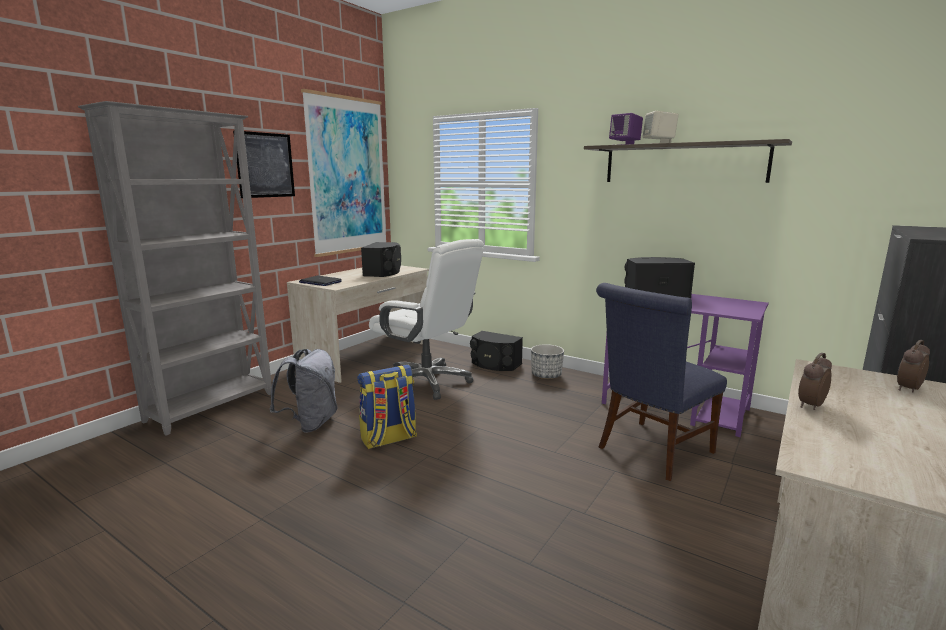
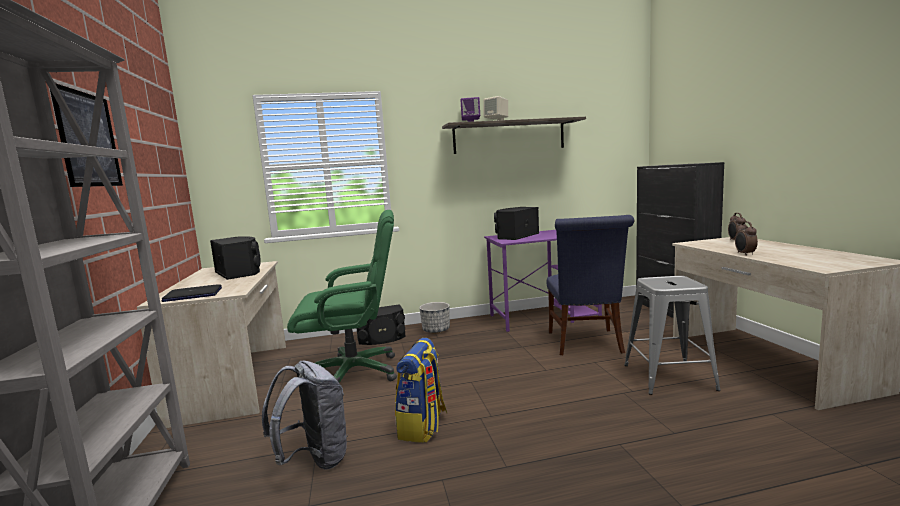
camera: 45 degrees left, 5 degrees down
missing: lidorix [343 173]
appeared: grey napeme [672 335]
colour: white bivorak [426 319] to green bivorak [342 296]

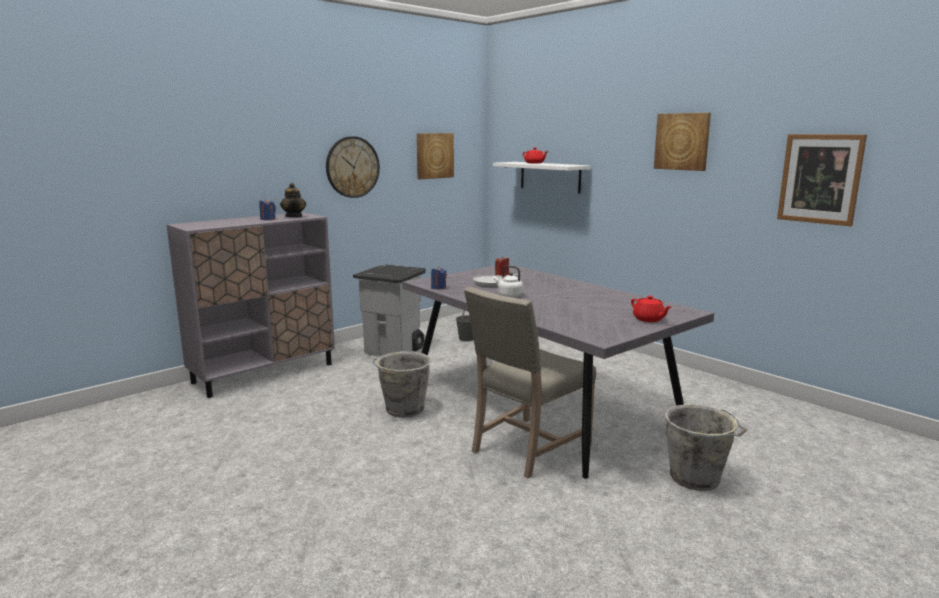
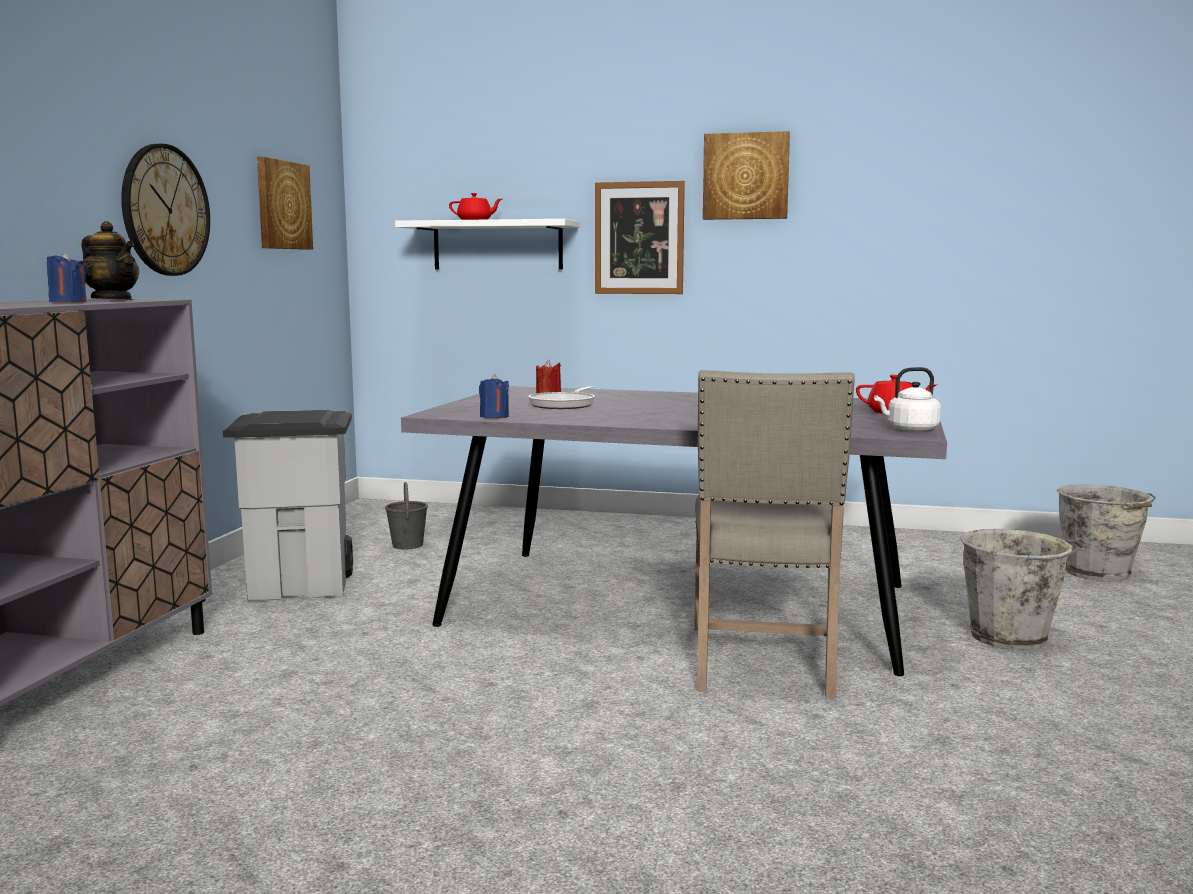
camera: 35 degrees left, 5 degrees down
relocated: lidorix [822 180] to [640 237]; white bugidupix [508 281] to [907 399]; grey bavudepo [402 384] to [1106 533]

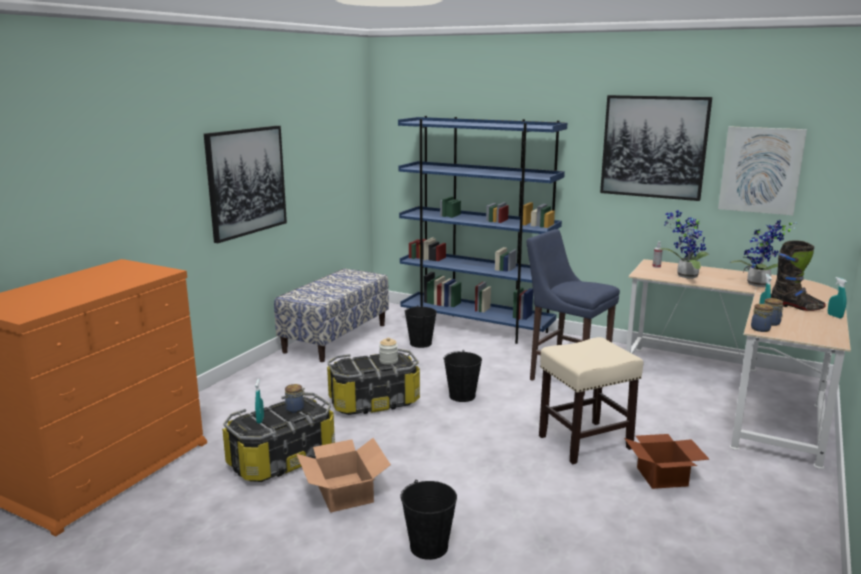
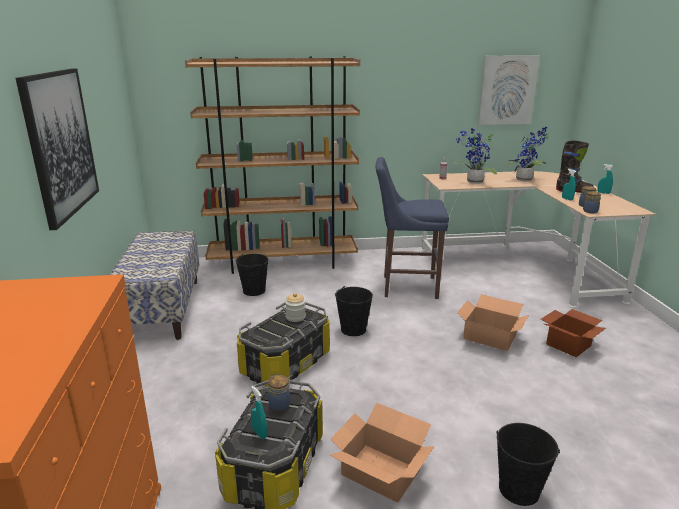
camera: 35 degrees left, 5 degrees up
missing: lidorix [656 148]
exchanged: beige napeme [591 400] to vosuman [493 322]
colour: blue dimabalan [482 230] to brown dimabalan [272 165]

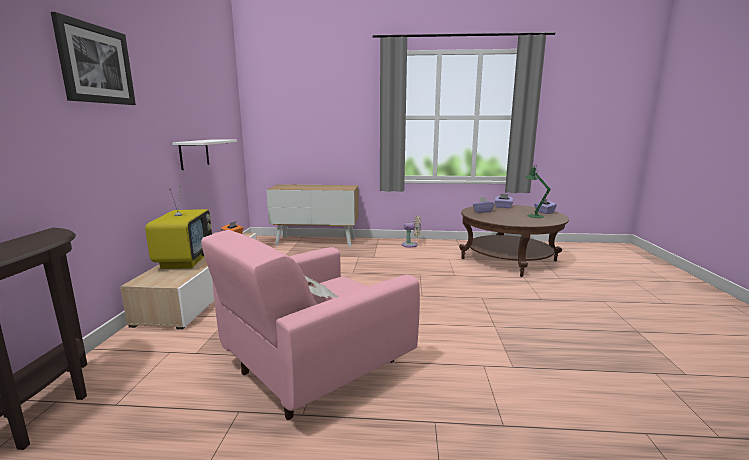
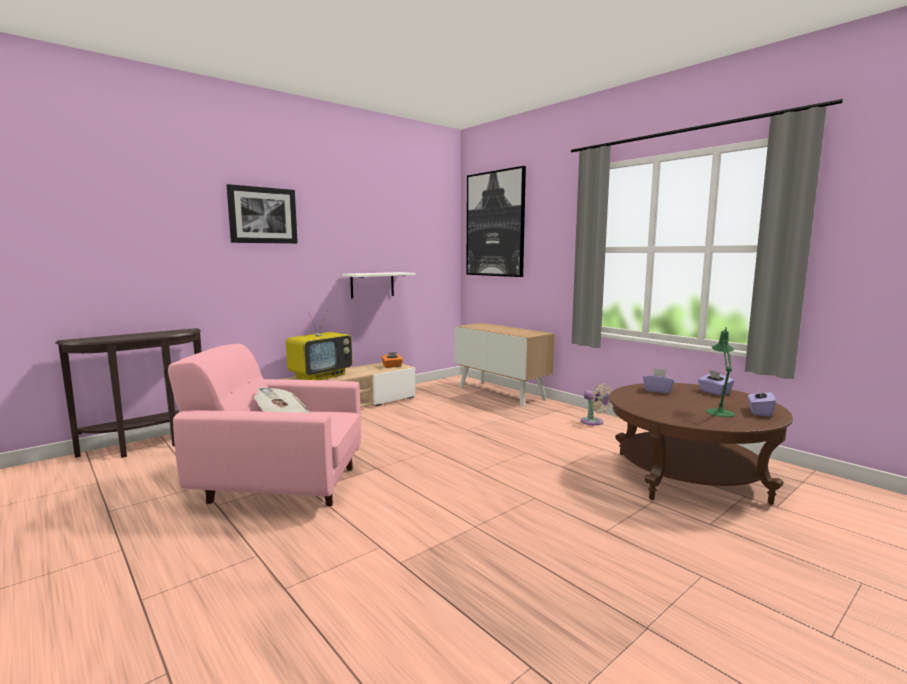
camera: 45 degrees right, 5 degrees down
appeared: lidorix [496 221]

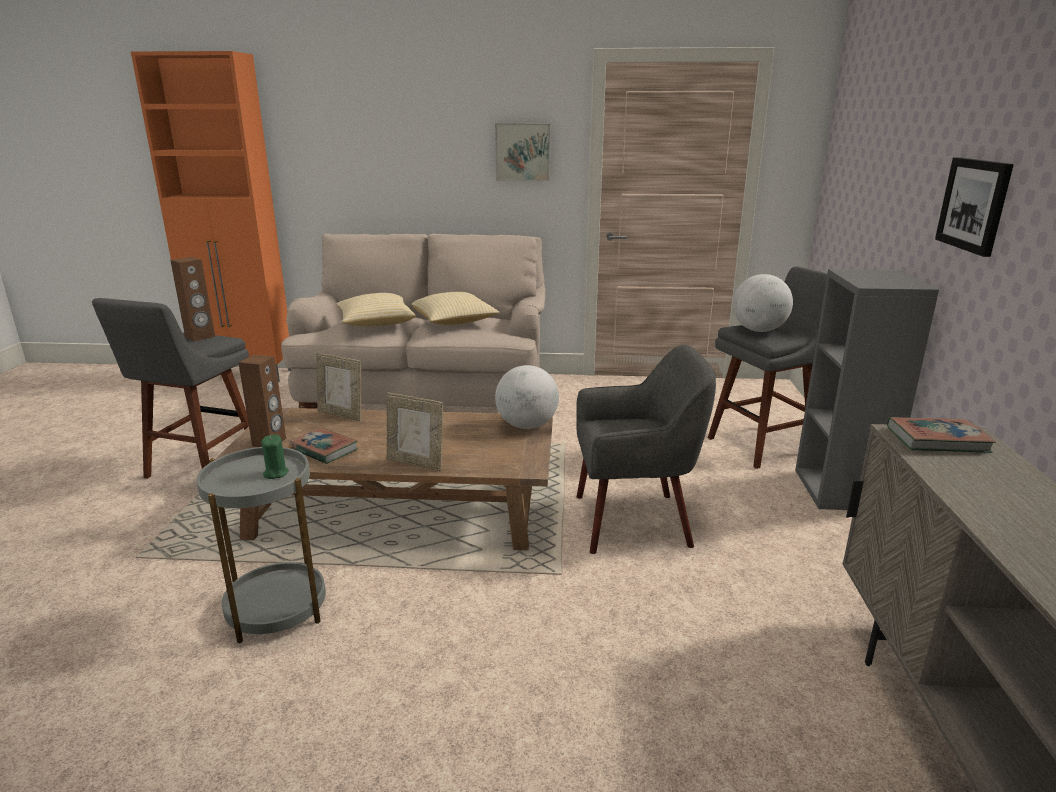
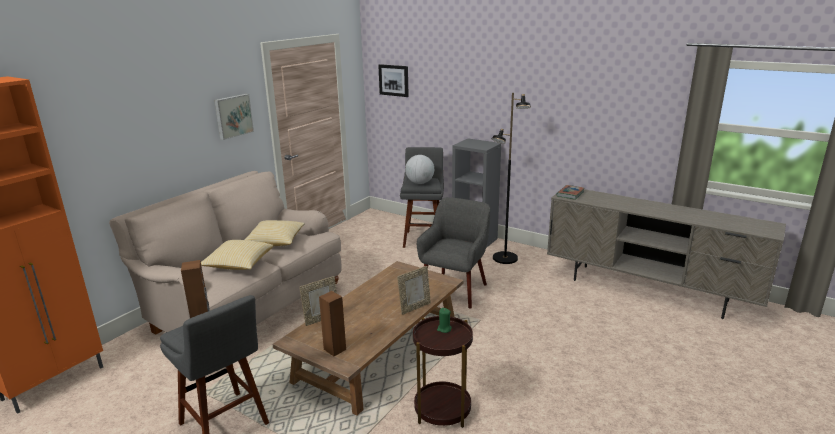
camera: 60 degrees left, 0 degrees up
missing: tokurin [527 397]; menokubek [323 446]
appeared: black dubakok [511 178]
relocated: lidorix [974 207] to [393 80]
colour: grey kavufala [261 544] to brown kavufala [443 372]

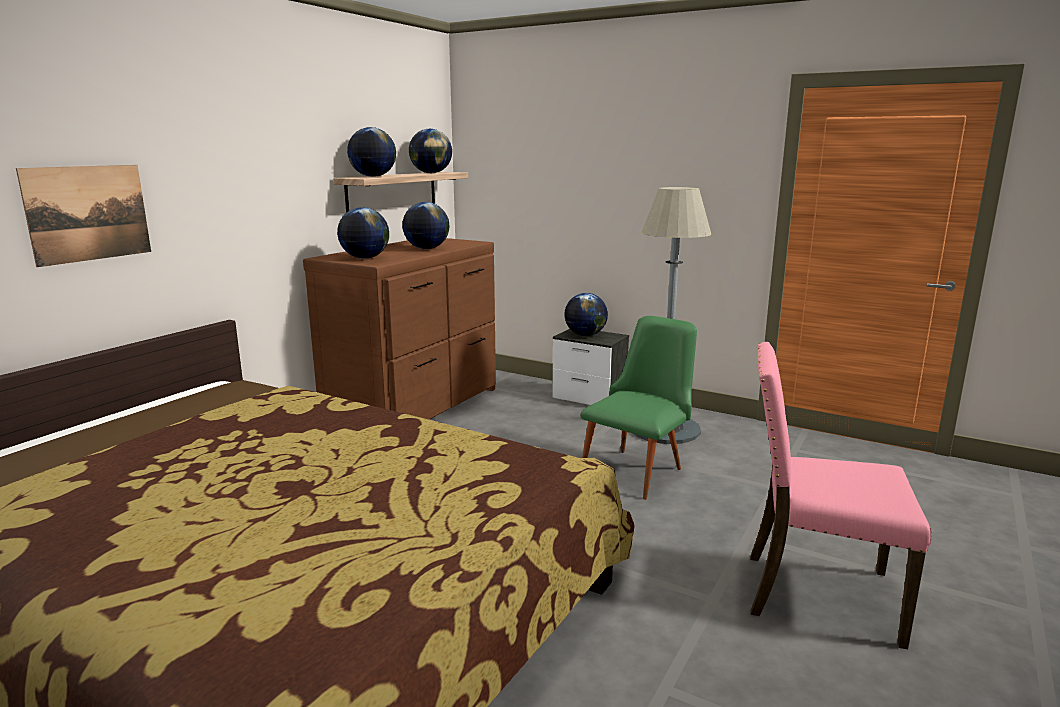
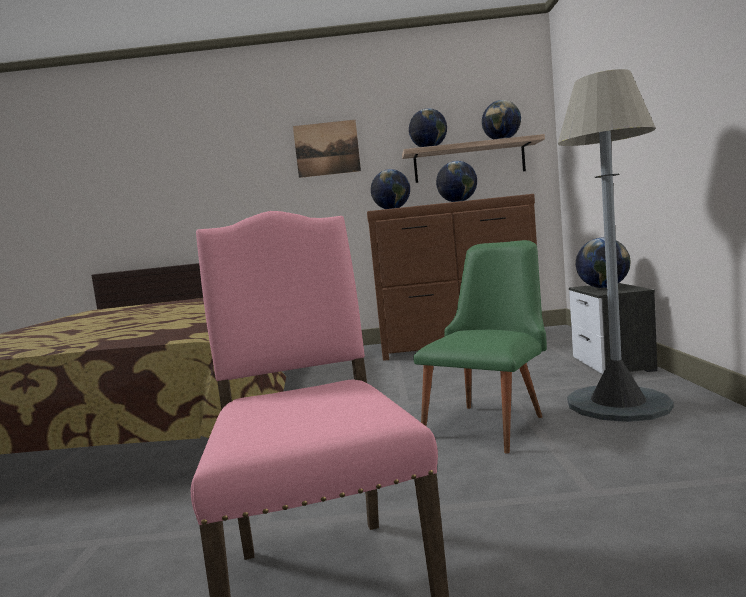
camera: 60 degrees right, 10 degrees down
relocated: lidorix [83 216] to [327 149]
spun: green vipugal [639 408] = [480 347] 60 degrees counterclockwise

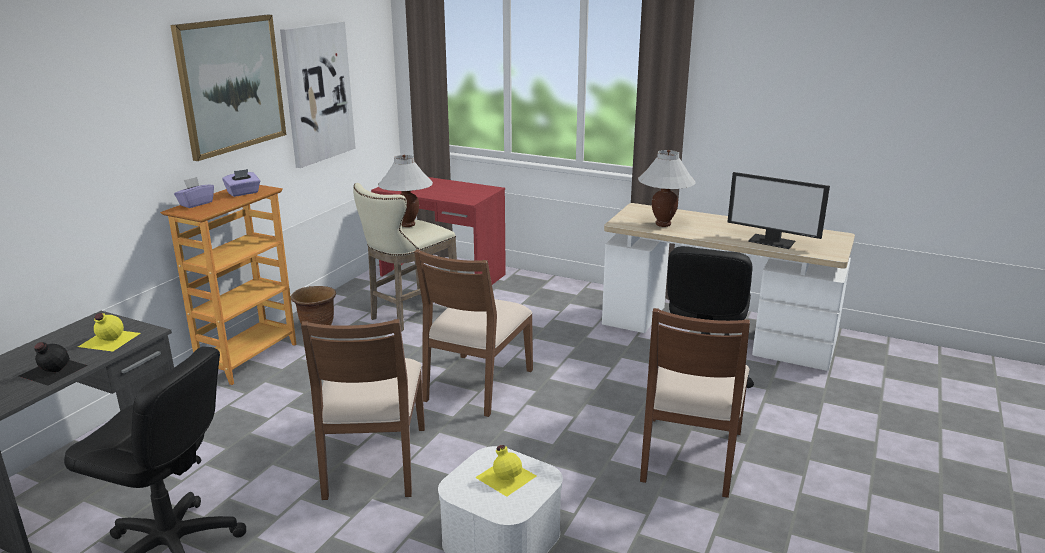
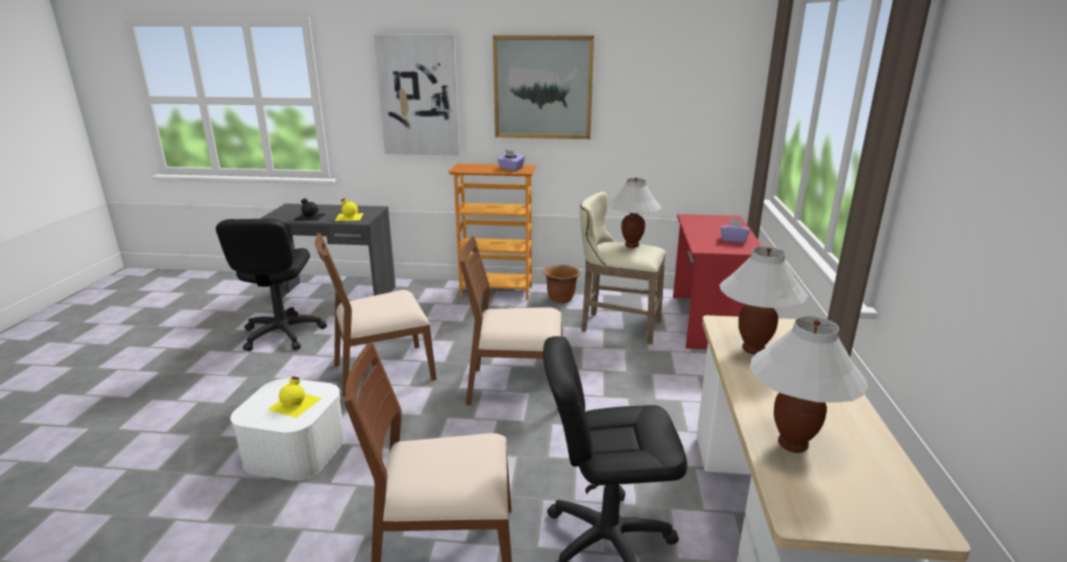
camera: 70 degrees right, 0 degrees up
relocated: lidorix [318 94] to [417 95]; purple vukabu [194 192] to [735 230]
exchanged: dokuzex [778 210] to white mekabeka [809 384]

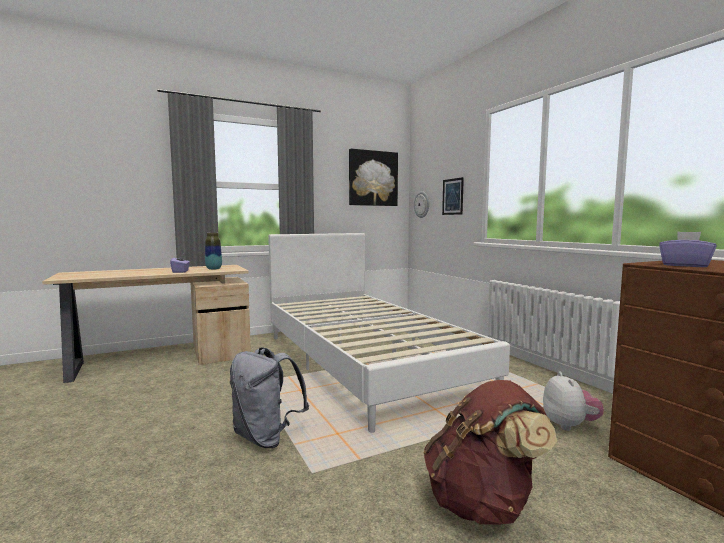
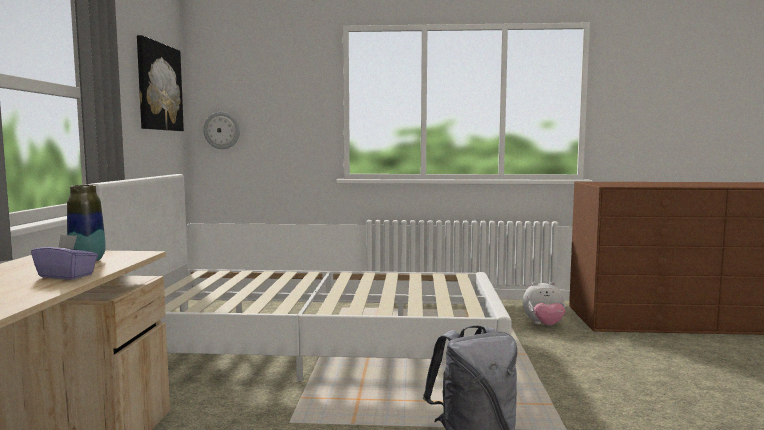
camera: 60 degrees left, 0 degrees up
missing: lidorix [453 196]; purple vukabu [687 249]; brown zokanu [490 452]
spun: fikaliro [573 401] = [543 303] 150 degrees clockwise

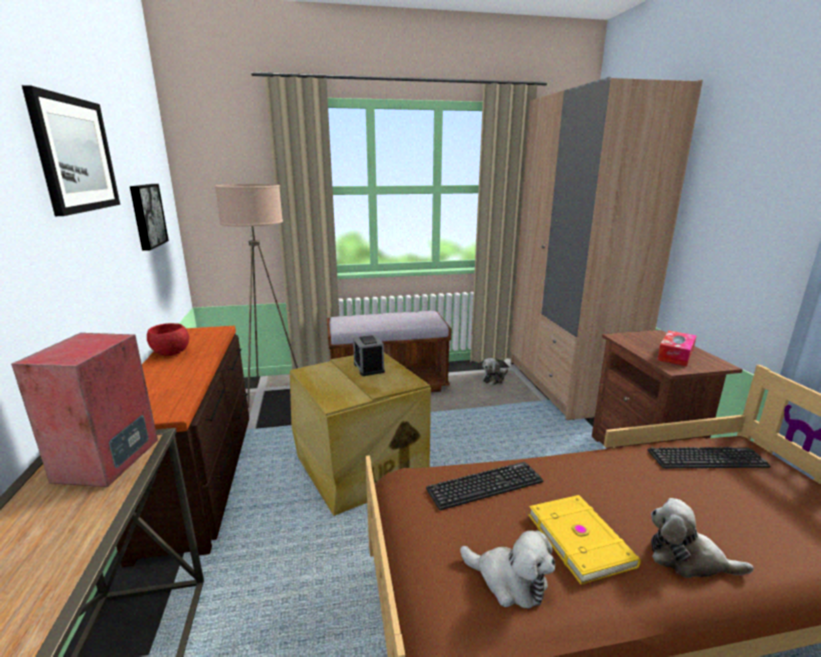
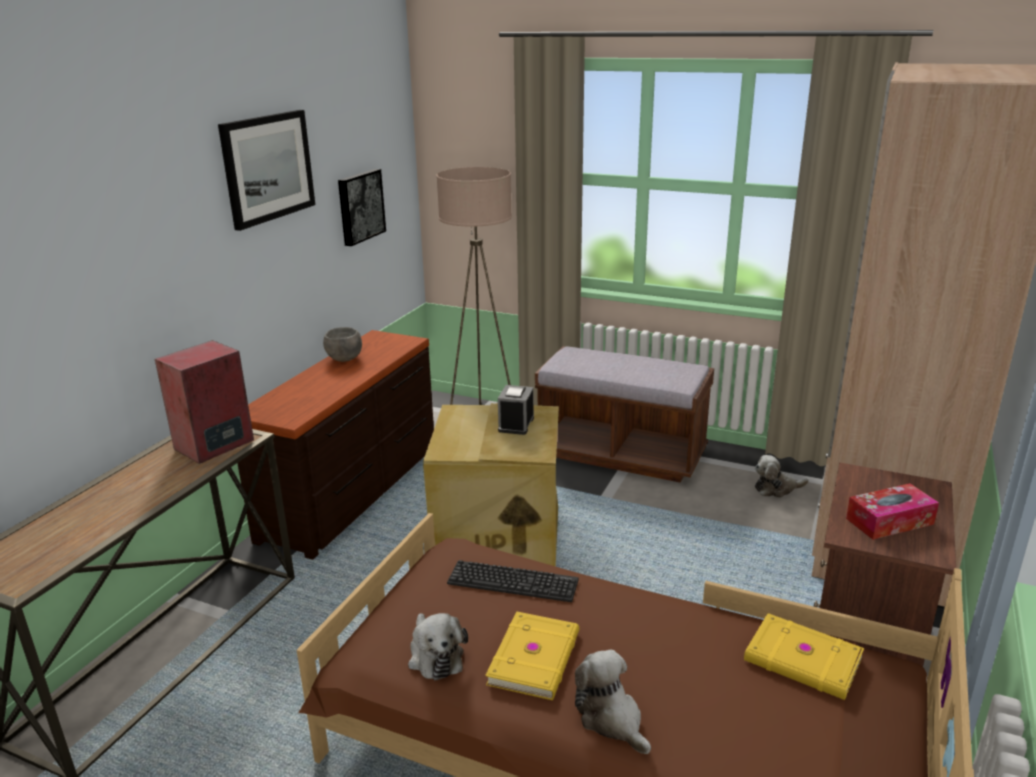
camera: 35 degrees right, 5 degrees up
exchanged: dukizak [708 457] to yellow menokubek [804 656]
colour: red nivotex [168 339] to grey nivotex [342 344]

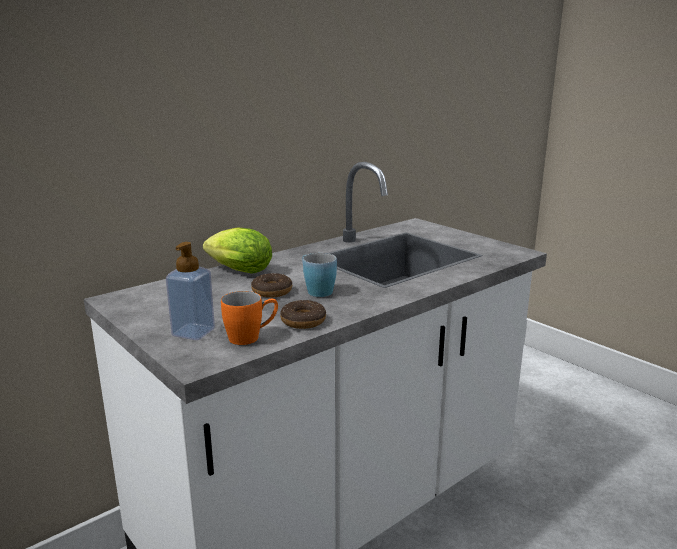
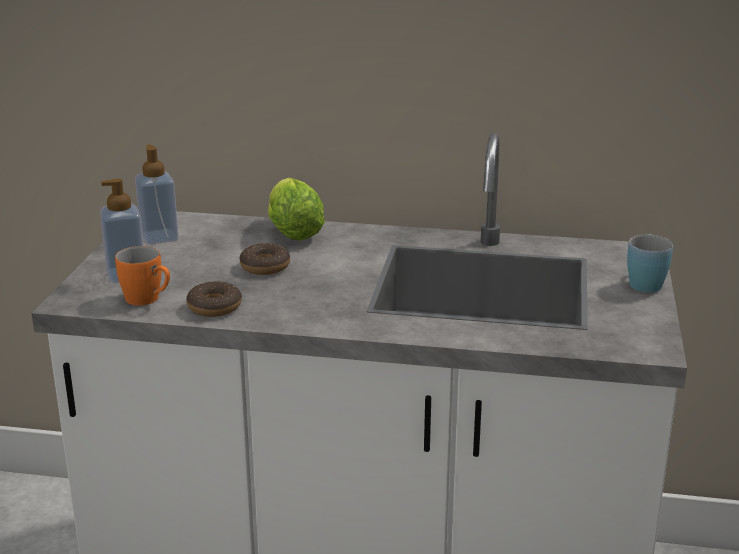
camera: 50 degrees right, 5 degrees up
appeared: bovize [157 194]
relocated: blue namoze [319 275] to [650 263]

